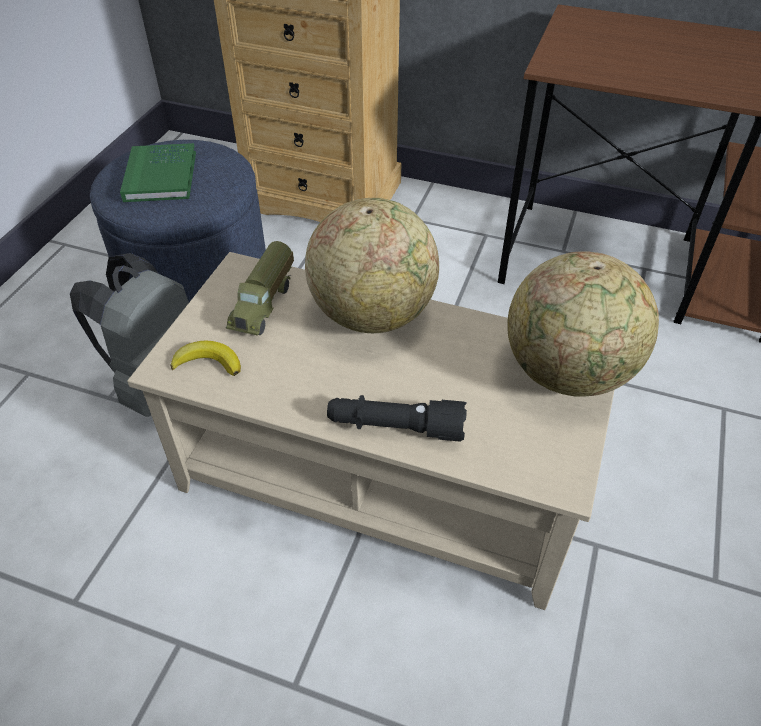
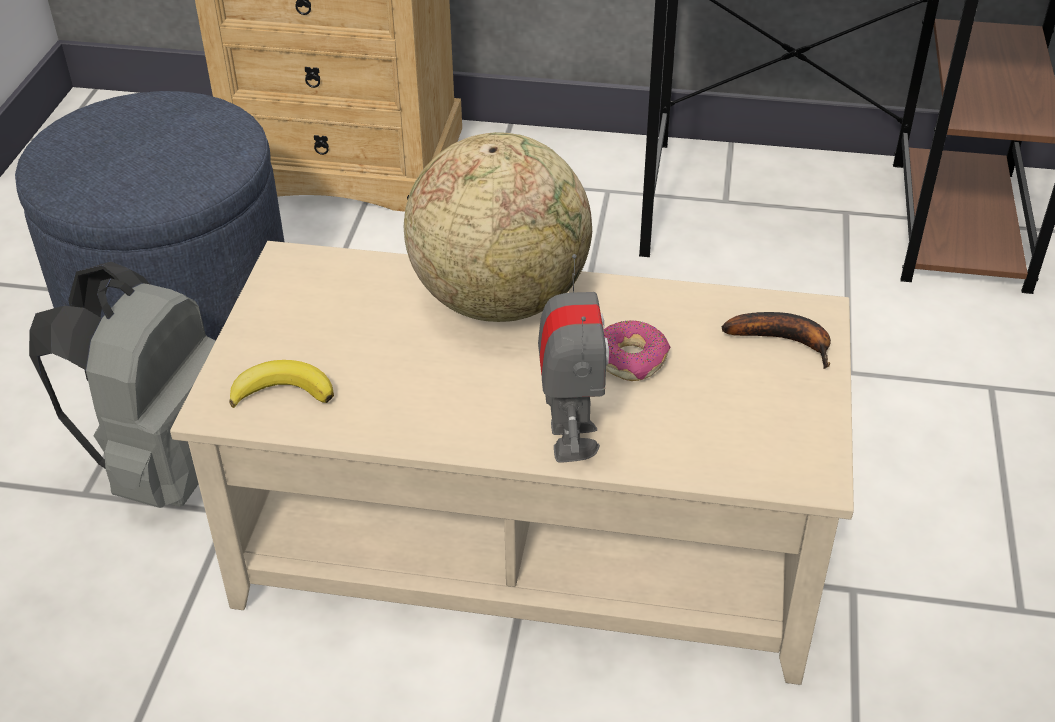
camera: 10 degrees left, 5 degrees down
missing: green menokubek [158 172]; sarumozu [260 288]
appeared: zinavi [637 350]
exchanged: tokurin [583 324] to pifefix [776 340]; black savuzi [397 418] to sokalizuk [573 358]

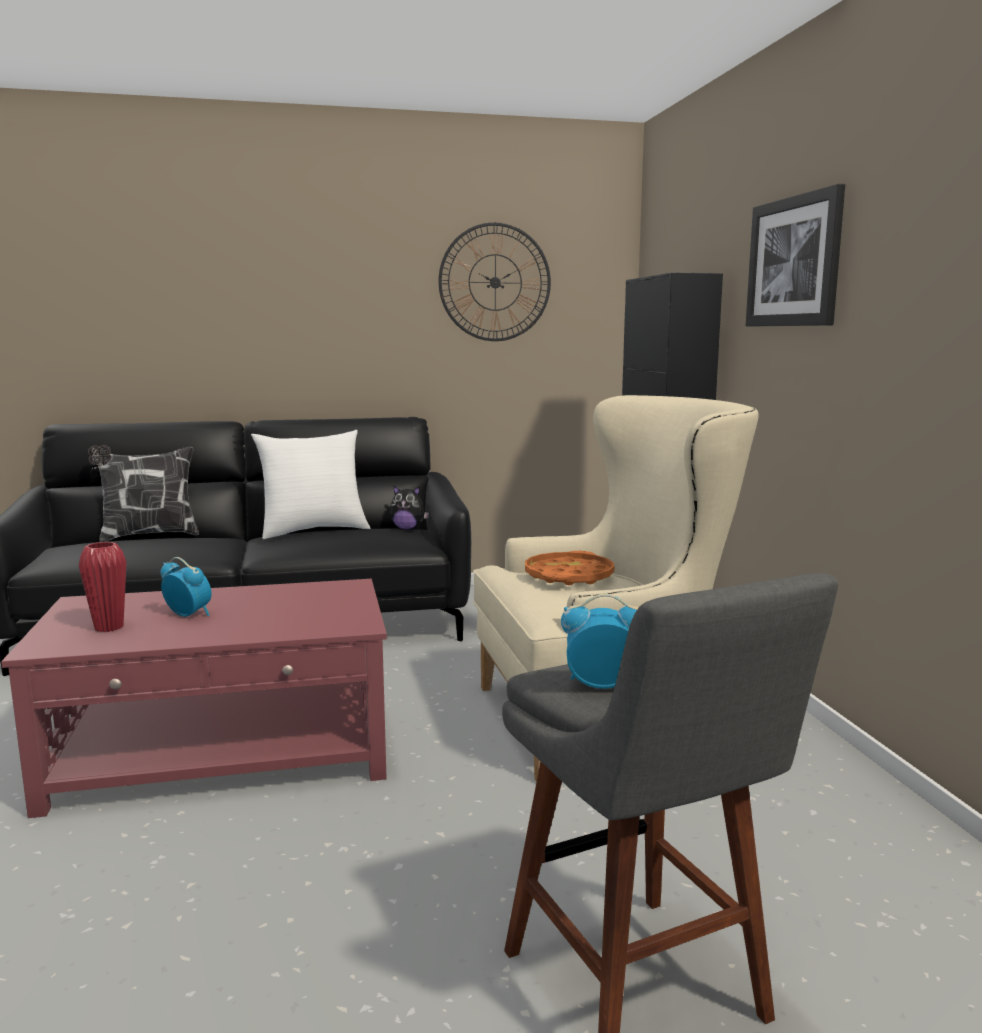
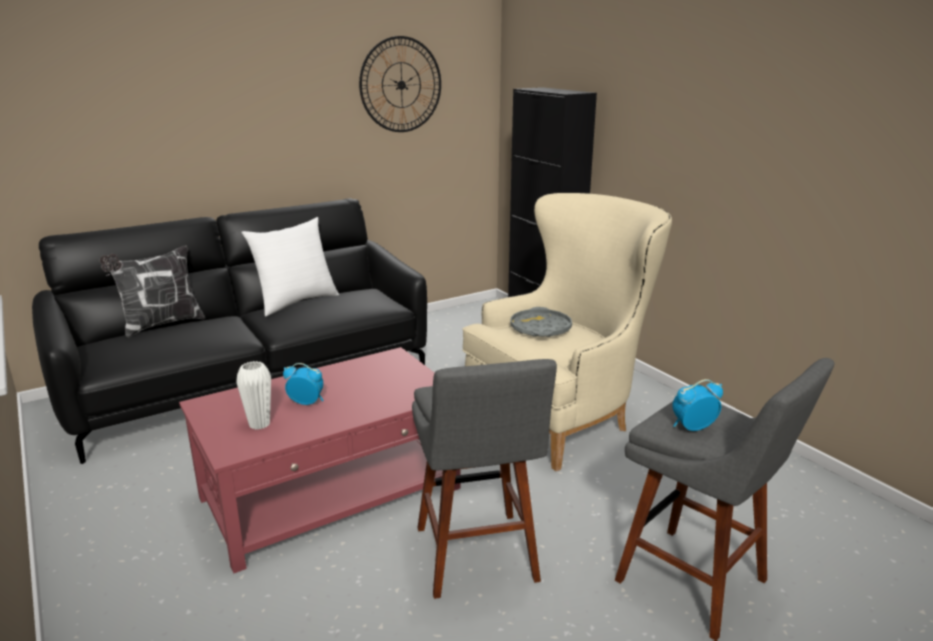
camera: 20 degrees left, 10 degrees up
missing: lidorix [795 255]; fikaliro [409 508]
appeared: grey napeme [484 479]
colour: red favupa [103 587] to white favupa [253 395]; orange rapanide [569 568] to grey rapanide [541 322]

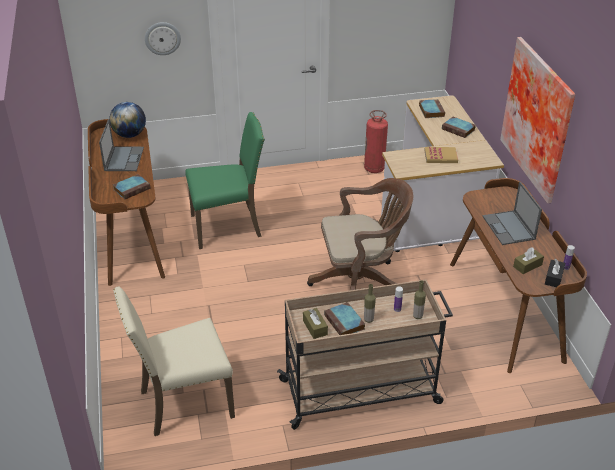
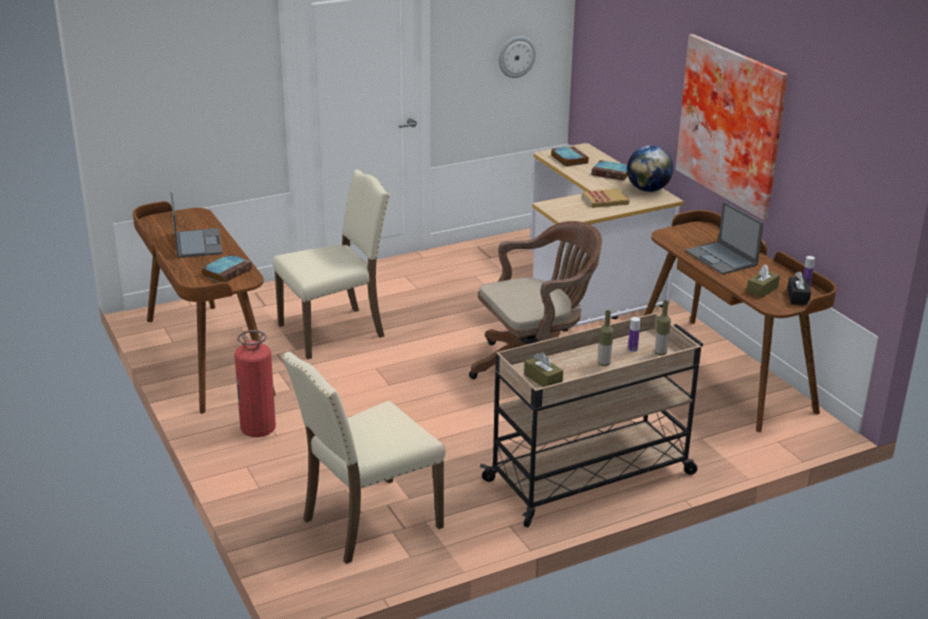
camera: 15 degrees left, 10 degrees down
missing: menokubek [344 318]
relocated: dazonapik [163 38] to [517 57]; tokurin [127 120] to [650 168]; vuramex [376 141] to [255 383]
colour: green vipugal [225 180] to beige vipugal [331 265]

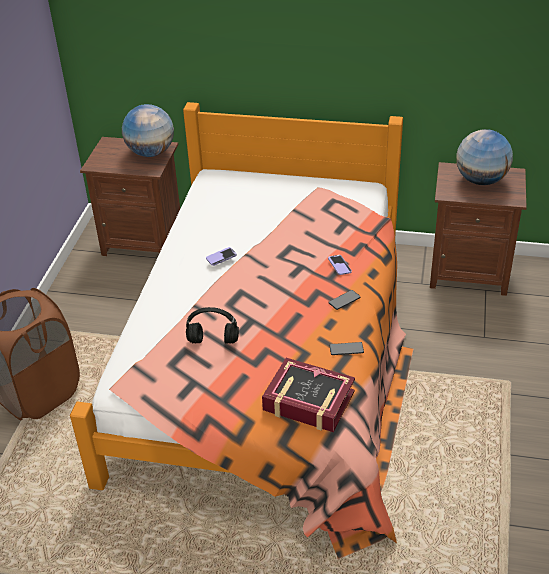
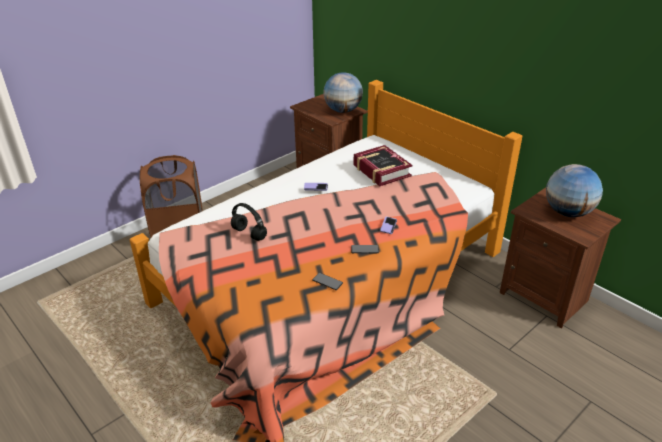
camera: 35 degrees right, 5 degrees down
relocated: menokubek [308 395] to [383 165]

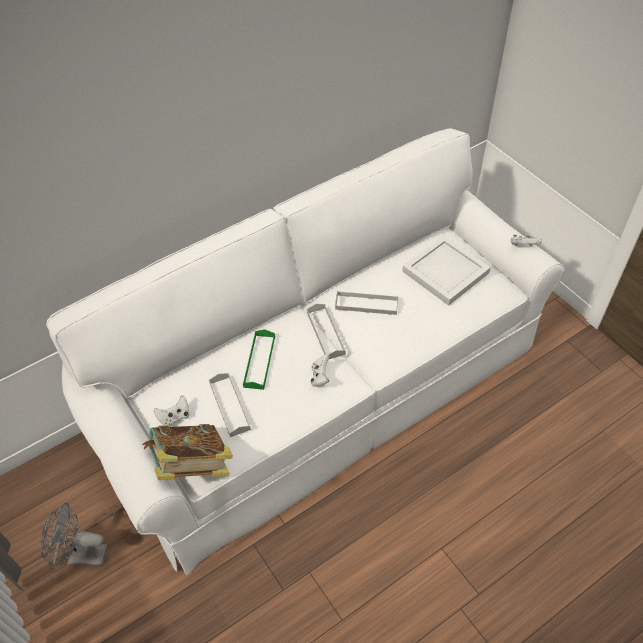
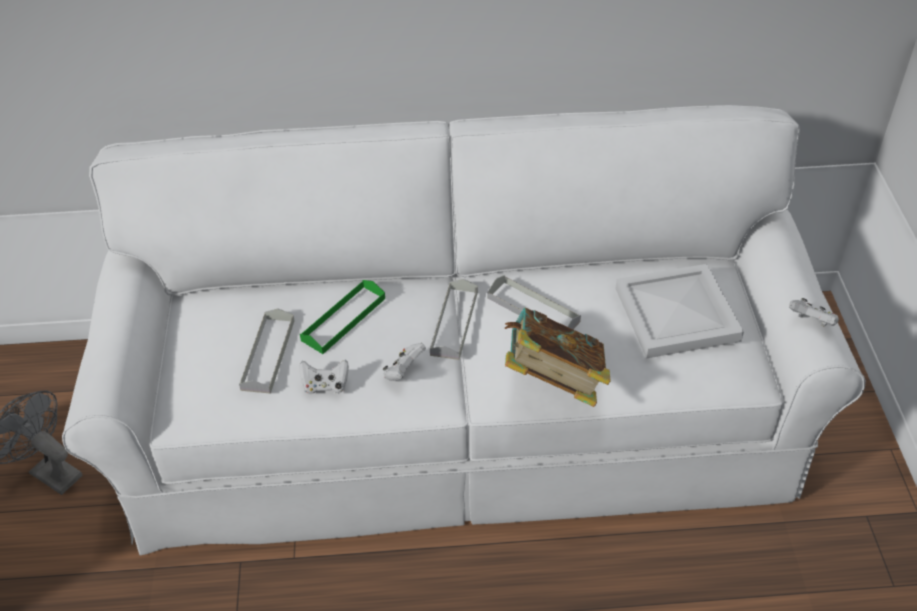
camera: 30 degrees right, 5 degrees down
relocated: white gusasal [172 411] to [324 377]; menokubek [187 452] to [558 357]

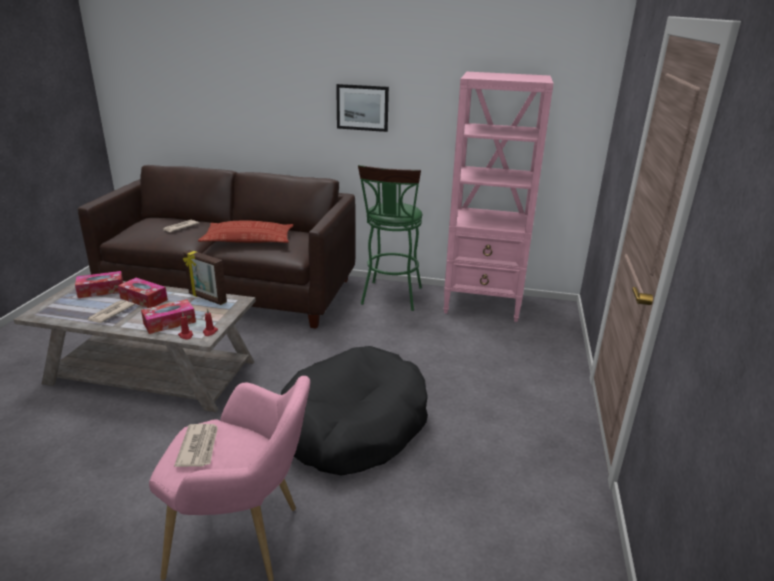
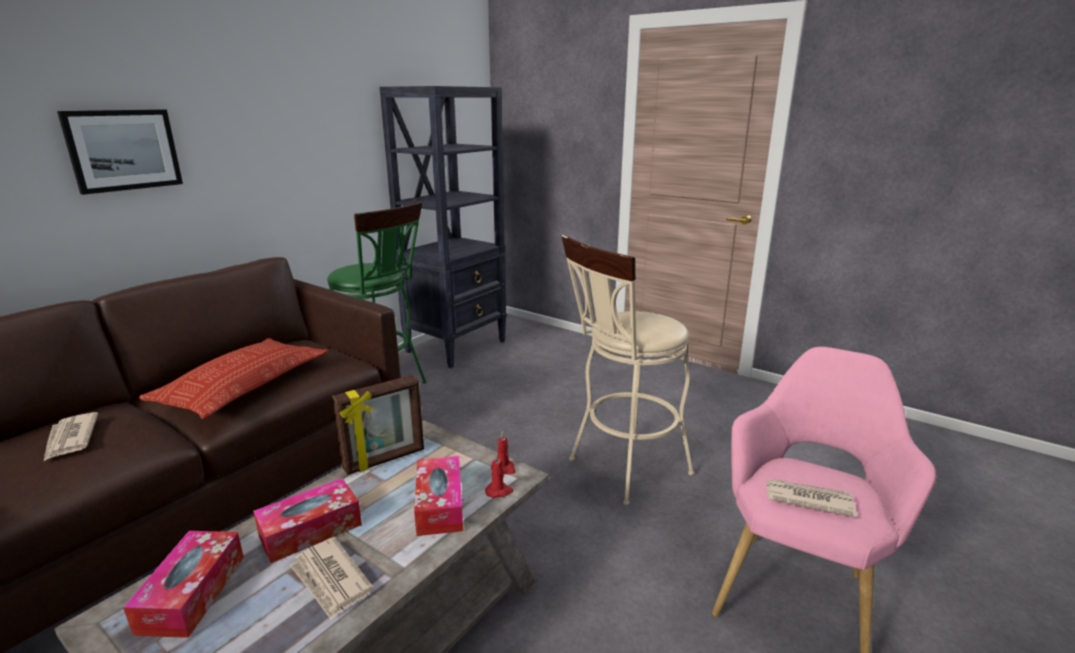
camera: 65 degrees left, 5 degrees down
relocated: lidorix [362 108] to [120 152]
exchanged: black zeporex [354 411] to beige napeme [627 370]
colour: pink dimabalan [499 197] to black dimabalan [443 227]

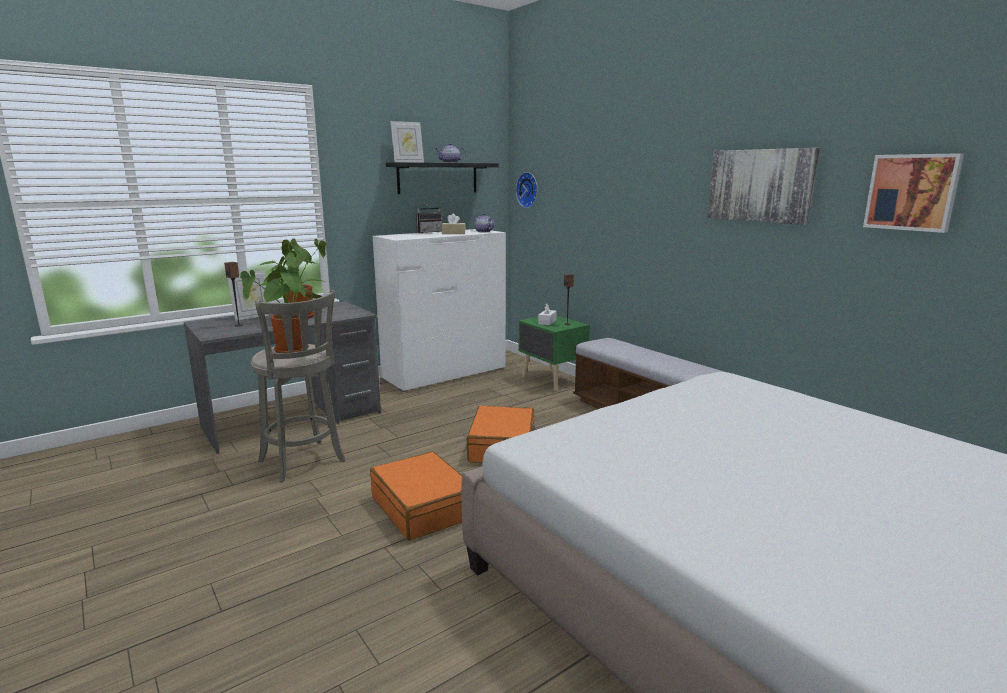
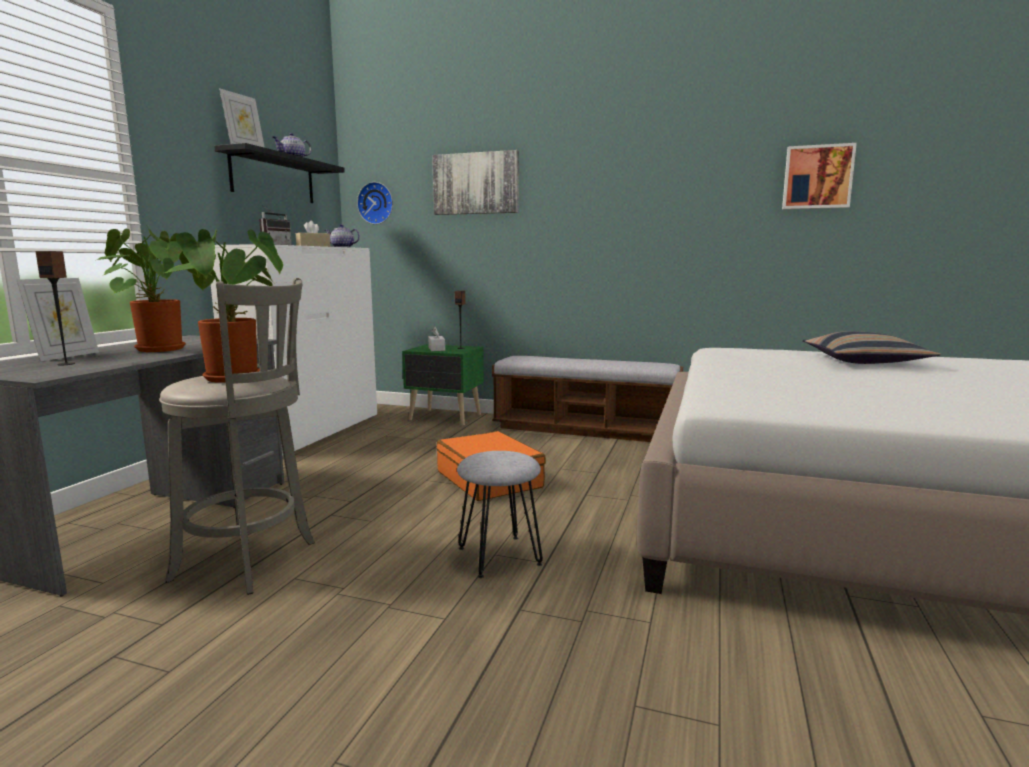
camera: 35 degrees left, 5 degrees down
appeared: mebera [872 347]
relocated: lidorix [763 186] to [475 182]
exchanged: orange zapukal [416 496] to grey napeme [500 514]

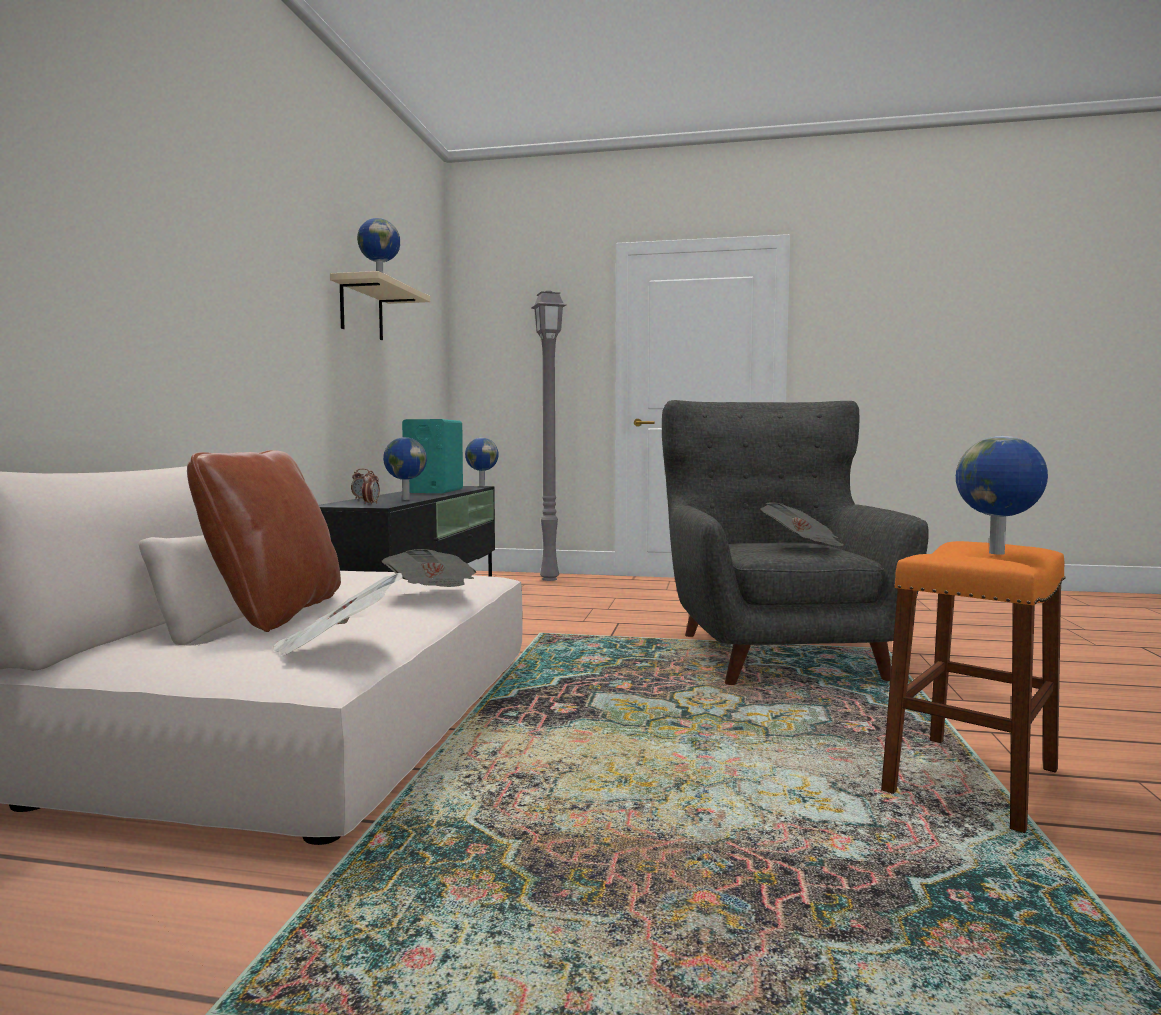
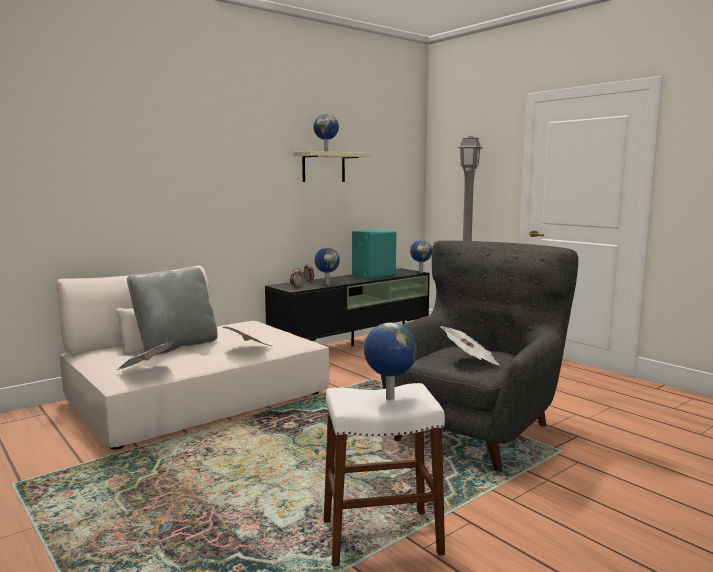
camera: 40 degrees right, 5 degrees up
colour: brown mebera [264 541] to grey mebera [172 311]; orange napeme [973 687] to white napeme [384 474]

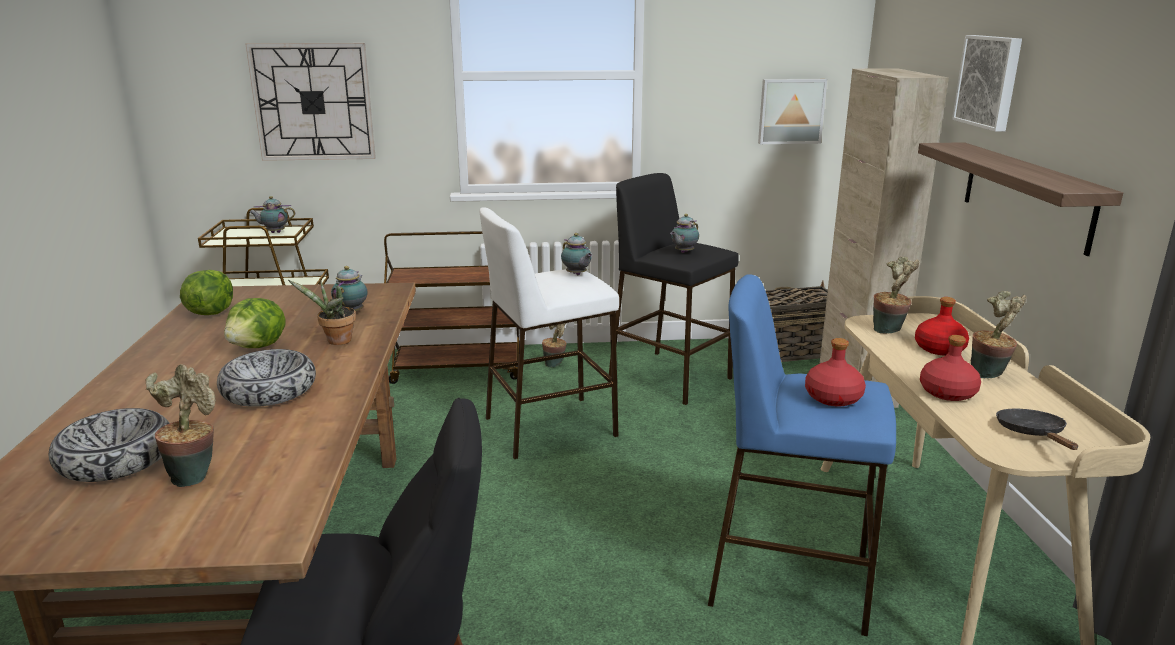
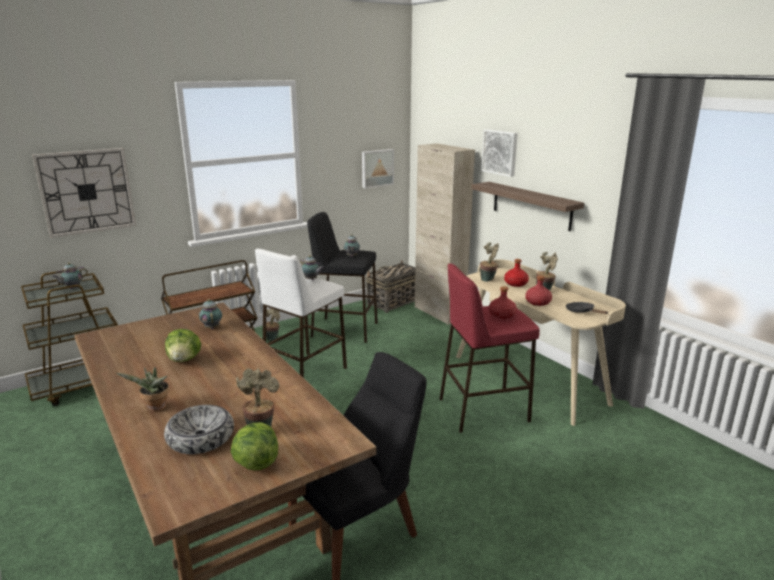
camera: 30 degrees left, 0 degrees up
missing: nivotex [266 378]
relocated: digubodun [206 292] to [254 446]; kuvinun [322 312] to [142 389]
colour: blue napeme [802 455] to red napeme [490 348]

